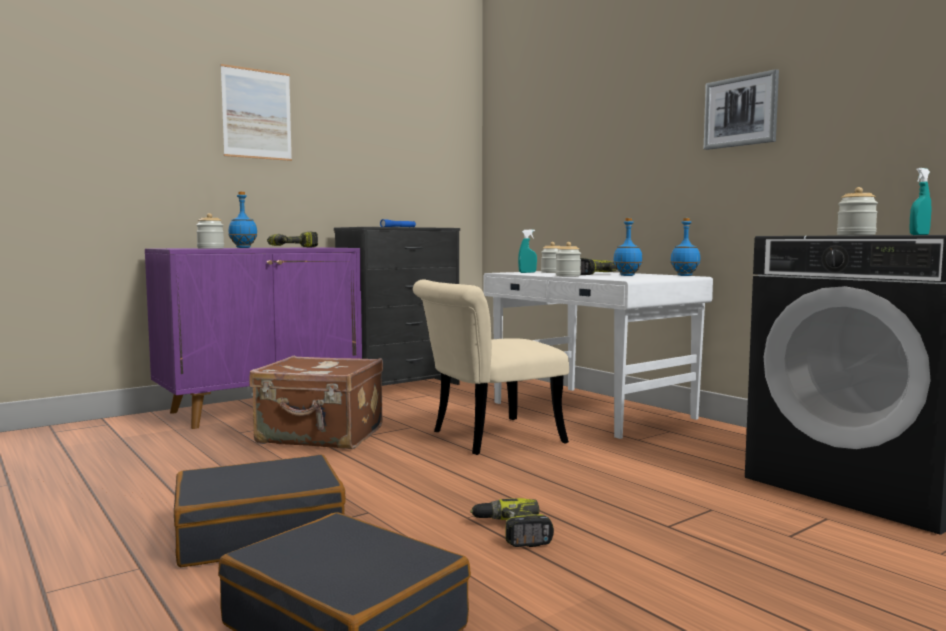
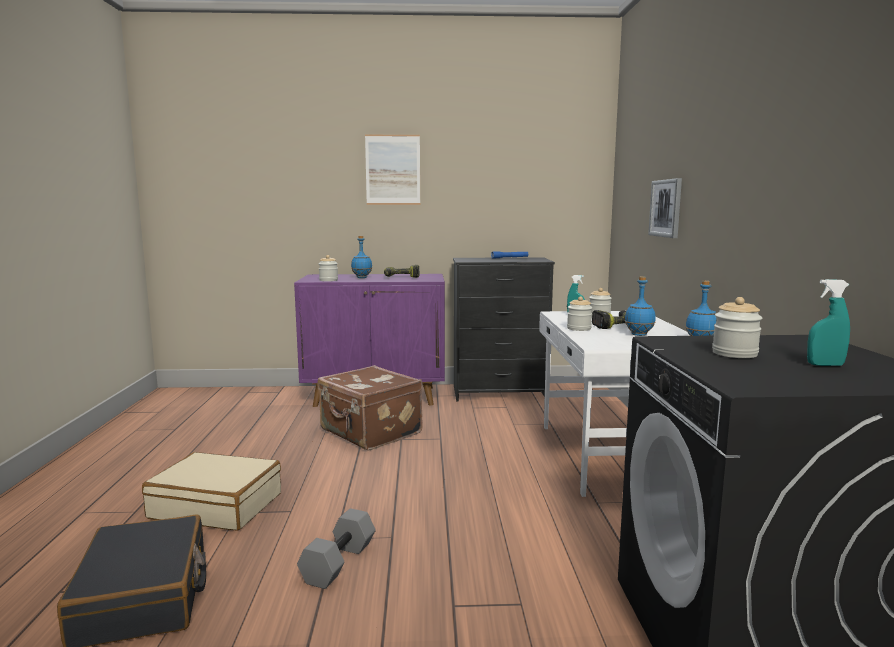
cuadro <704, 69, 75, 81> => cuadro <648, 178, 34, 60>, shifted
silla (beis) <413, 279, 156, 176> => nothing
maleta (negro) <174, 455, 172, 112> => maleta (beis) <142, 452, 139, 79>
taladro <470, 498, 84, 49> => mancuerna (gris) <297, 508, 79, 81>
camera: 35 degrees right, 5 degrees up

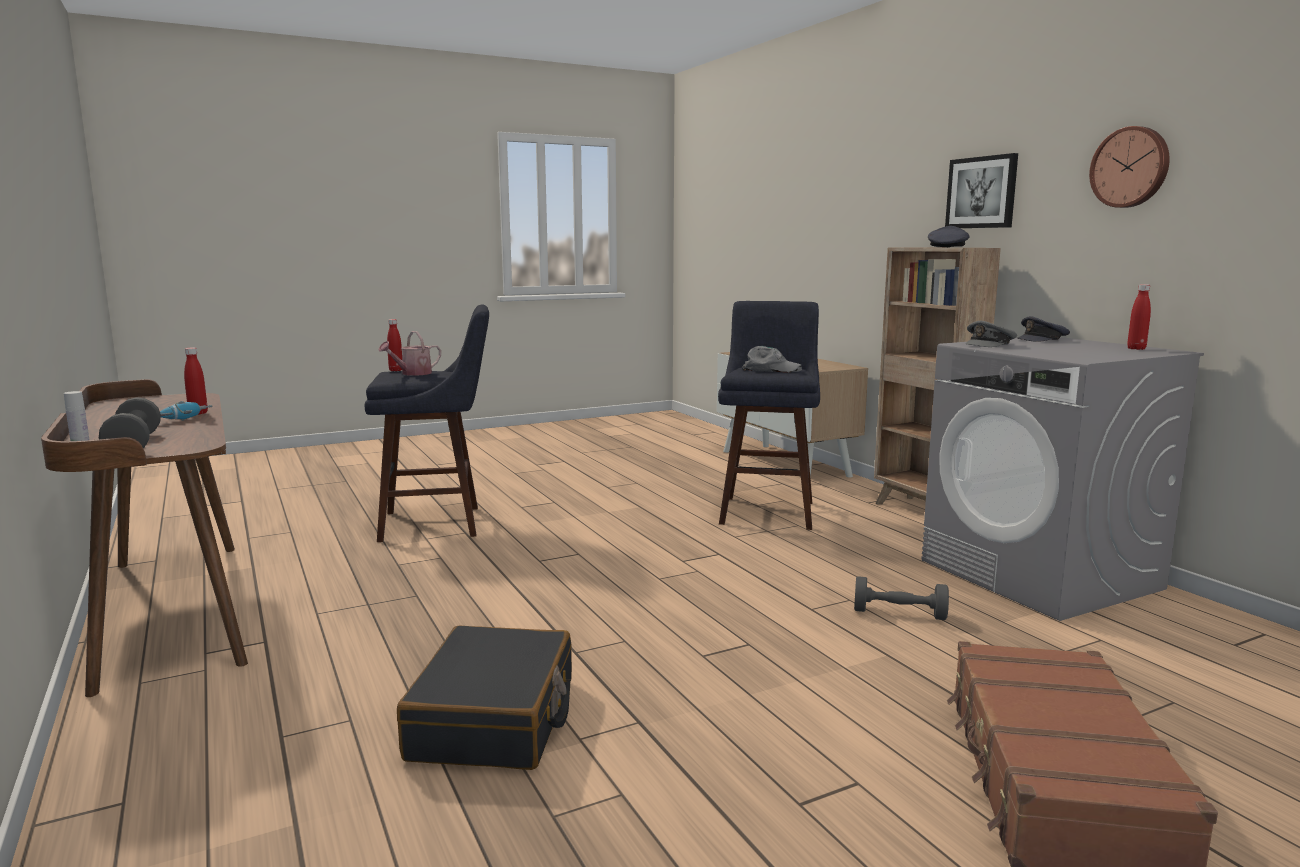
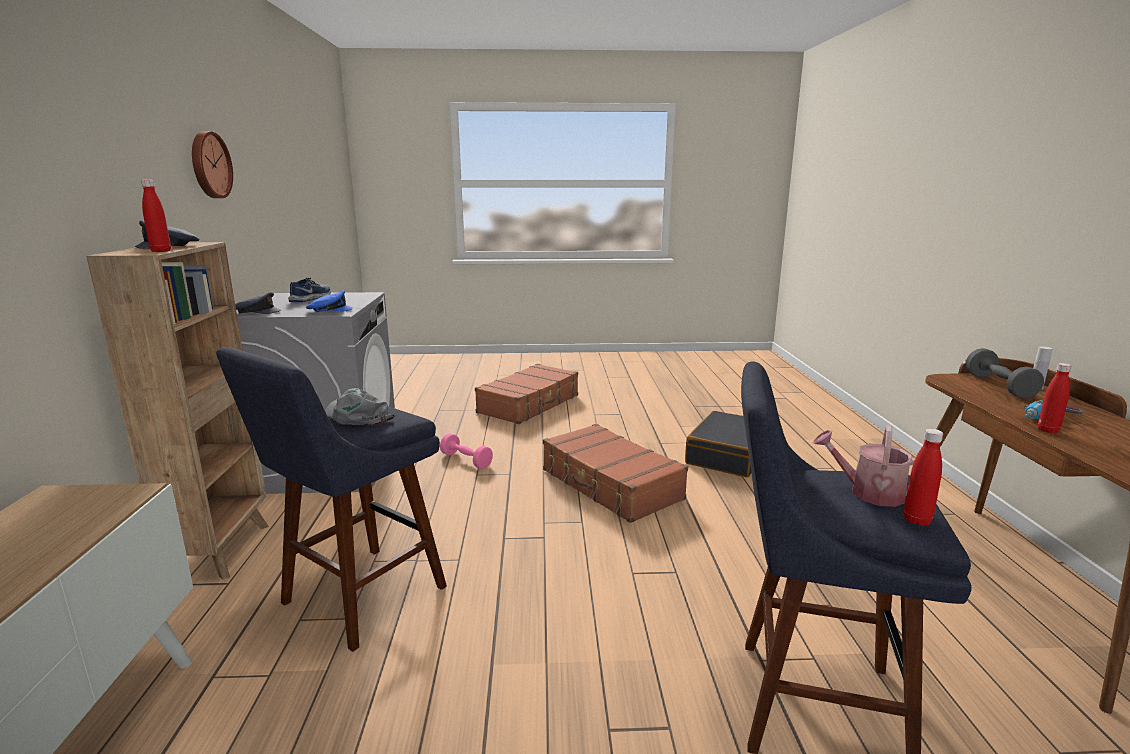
cuadro <945, 153, 73, 75> => nothing
botella (rojo) <1127, 284, 24, 66> => botella (rojo) <141, 180, 30, 72>, shifted
gorra (gris) <966, 321, 51, 26> => gorra (azul) <306, 290, 47, 22>
regadera <378, 331, 63, 45> => regadera <812, 425, 103, 82>, 135 degrees counterclockwise
mancuerna (gris) <854, 576, 95, 44> => mancuerna (rosa) <440, 433, 53, 36>
nothing => zapato (azul) <288, 278, 43, 24>
nothing => maleta (marrón) <543, 424, 145, 99>
camera: 155 degrees left, 5 degrees up

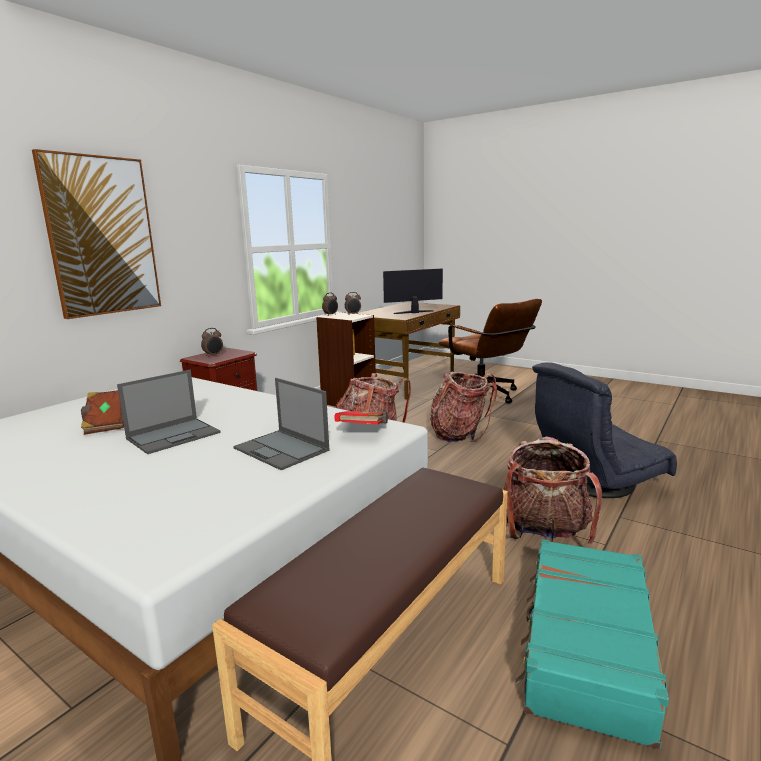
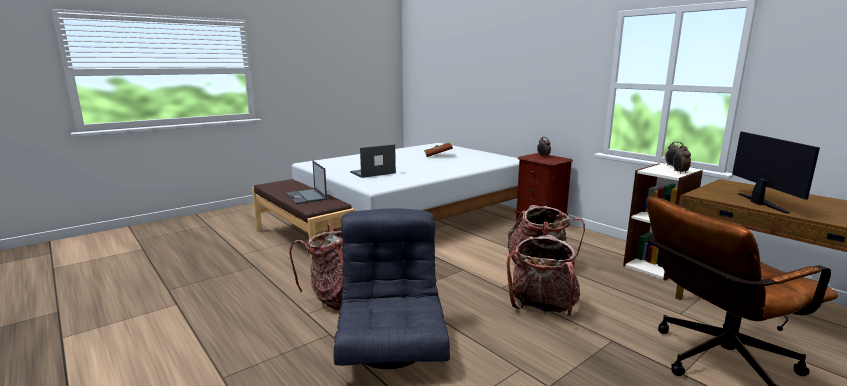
cuadro <32, 149, 129, 170> => nothing
portátil <117, 370, 103, 84> => portátil <286, 161, 41, 43>, shifted
libro (rojo) <334, 411, 55, 13> => nothing
maleta (turquesa) <515, 539, 154, 210> => nothing
camera: 105 degrees right, 0 degrees up

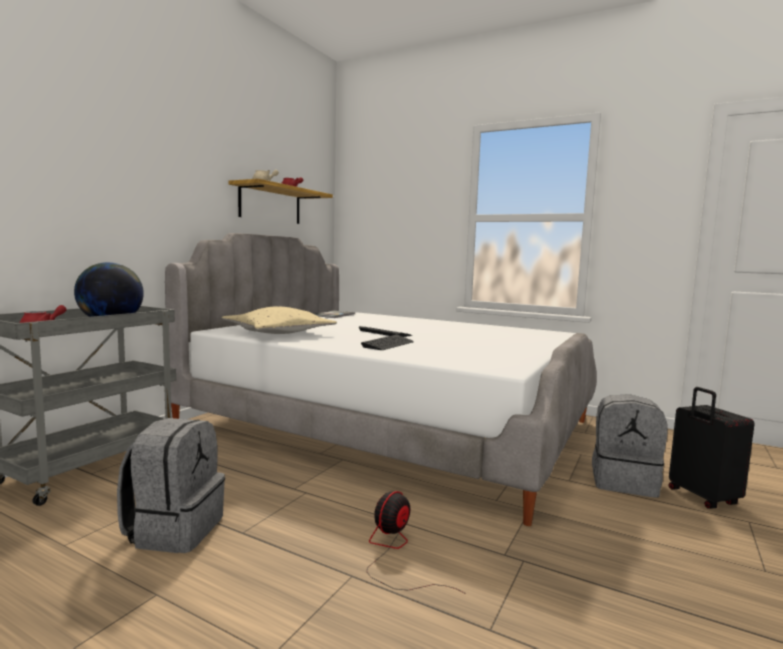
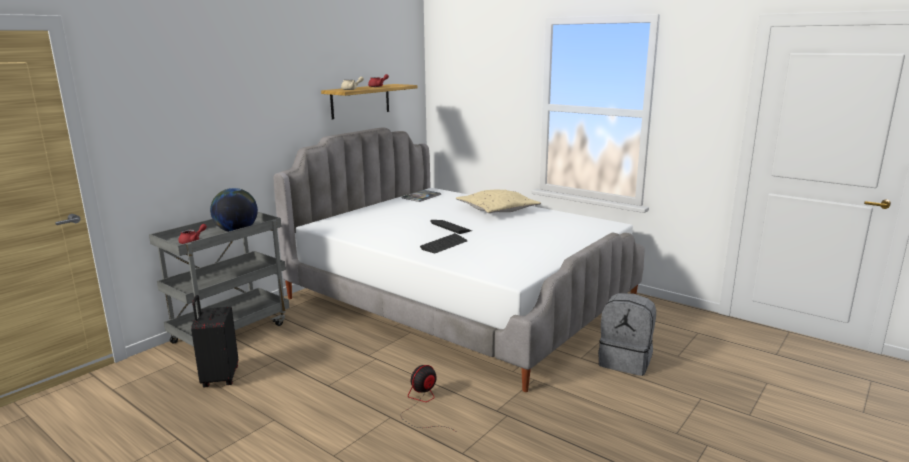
cojín (beis) <222, 306, 115, 28> => cojín (beis) <456, 190, 85, 23>, shifted
maleta (negro) <668, 387, 87, 122> => maleta (negro) <191, 295, 47, 92>, shifted
mochila (gris) <117, 418, 108, 135> => nothing
camera: 10 degrees right, 10 degrees up

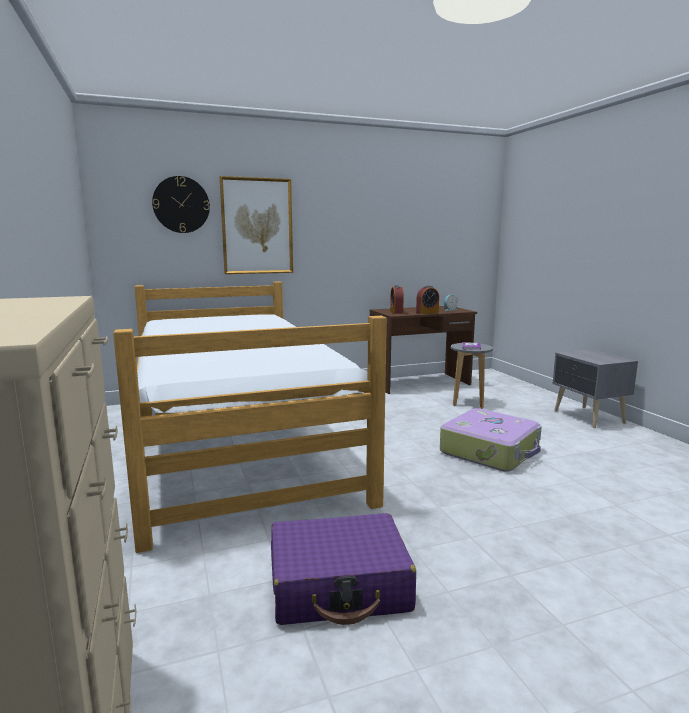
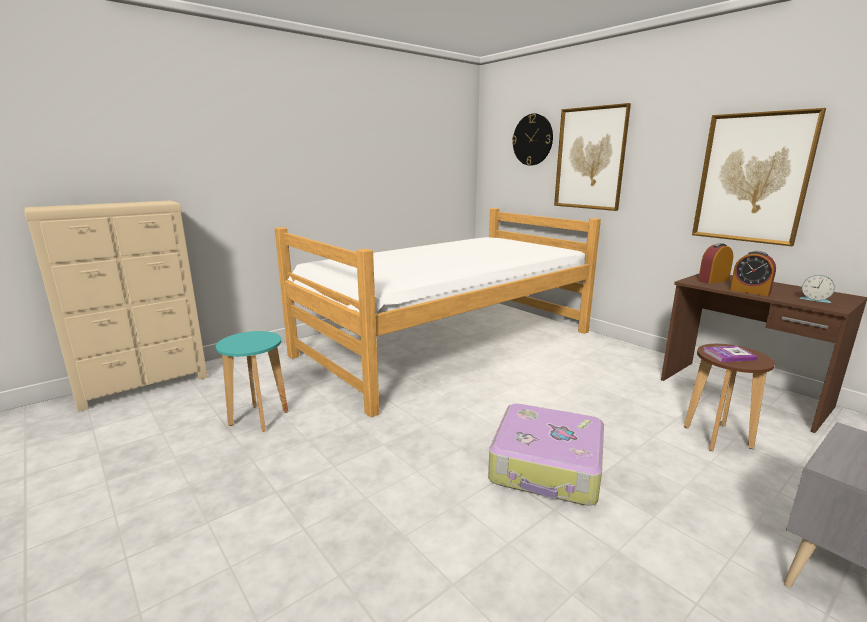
taburete (gris) <451, 343, 42, 65> => taburete (marrón) <684, 344, 91, 107>
maleta (morado) <271, 513, 145, 112> => taburete (turquesa) <216, 331, 72, 101>
nothing => cuadro <692, 108, 134, 138>
camera: 70 degrees right, 5 degrees up

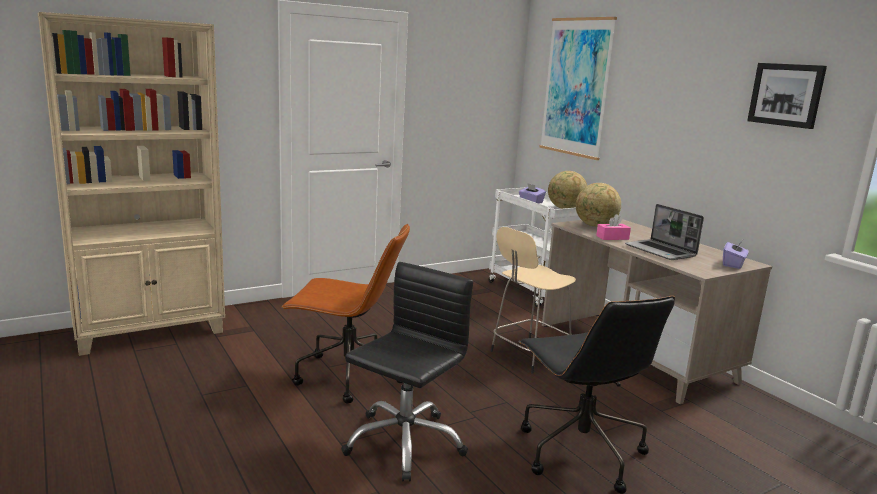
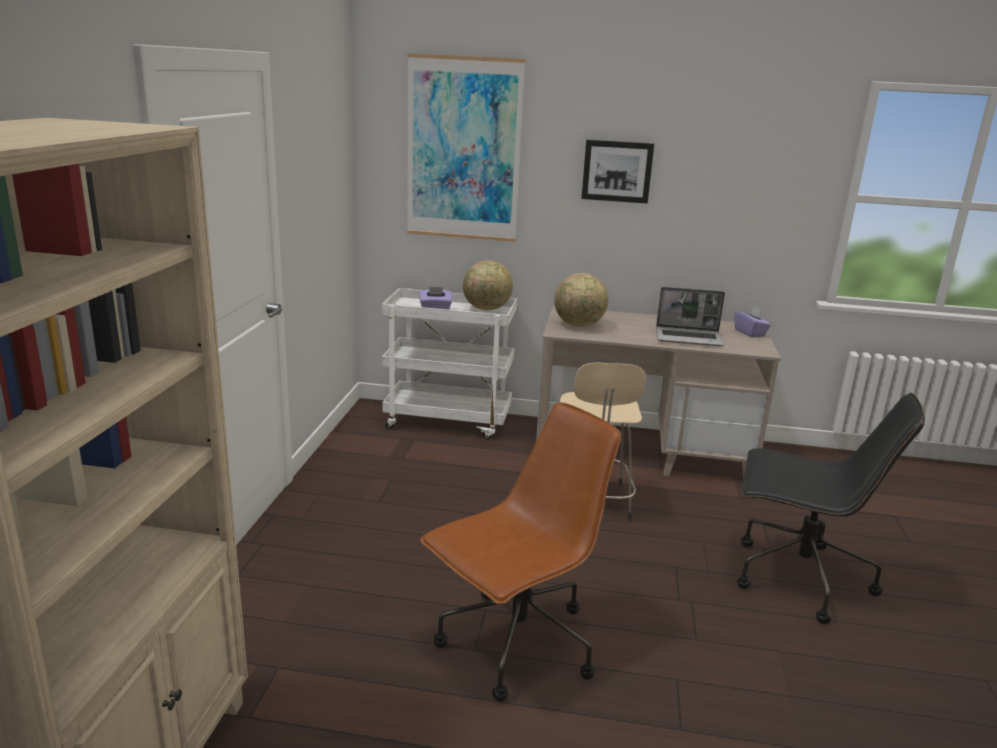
cuadro <747, 63, 80, 66> => cuadro <581, 140, 73, 64>, shifted
caja de pañuelos (rosa) <596, 214, 35, 26> => nothing
silla de oficina (negro) <341, 262, 132, 219> => nothing
camera: 50 degrees left, 5 degrees up

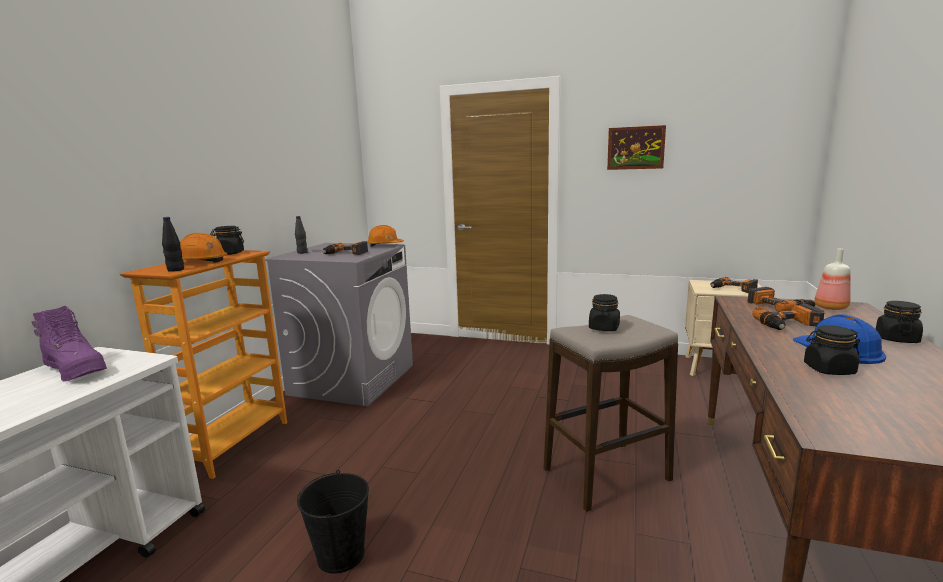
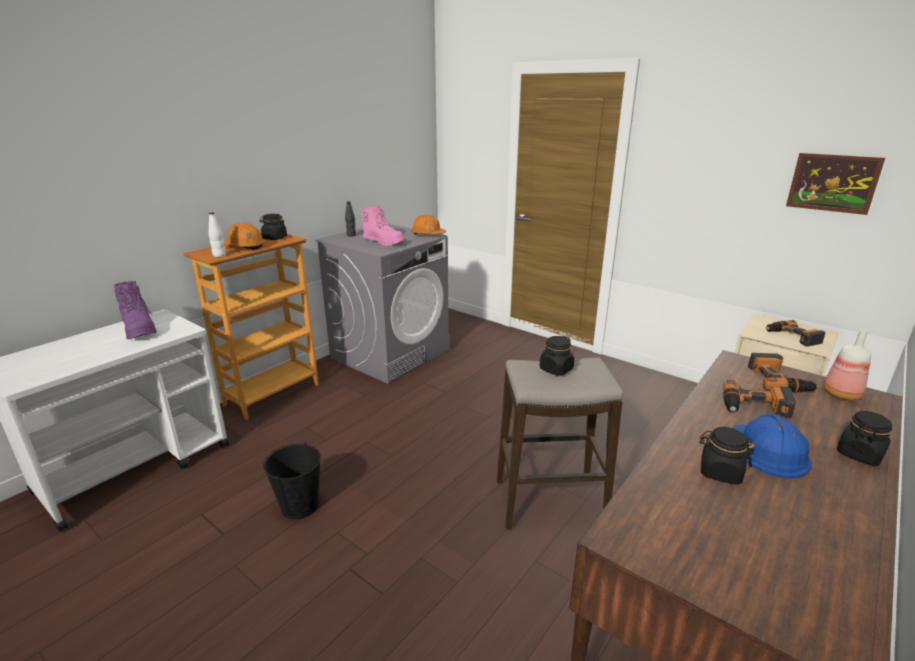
cuadro <607, 125, 59, 45> => cuadro <786, 153, 99, 62>, shifted
botella (negro) <162, 217, 22, 55> => botella (blanco) <208, 212, 18, 45>
taladro <323, 241, 45, 14> => bota (rosa) <361, 205, 43, 41>
camera: 20 degrees right, 10 degrees up

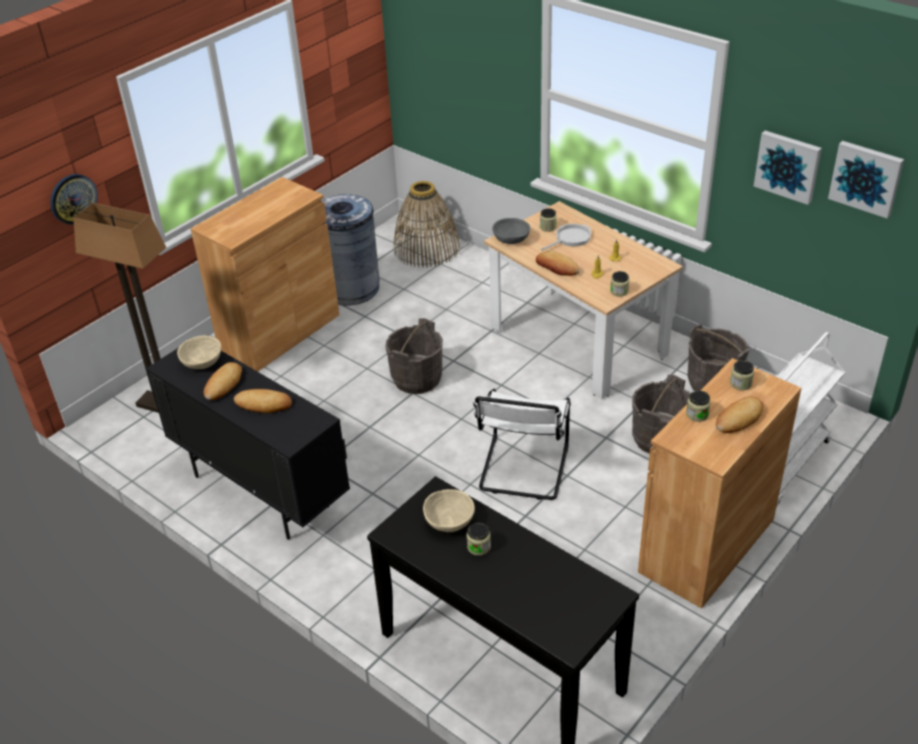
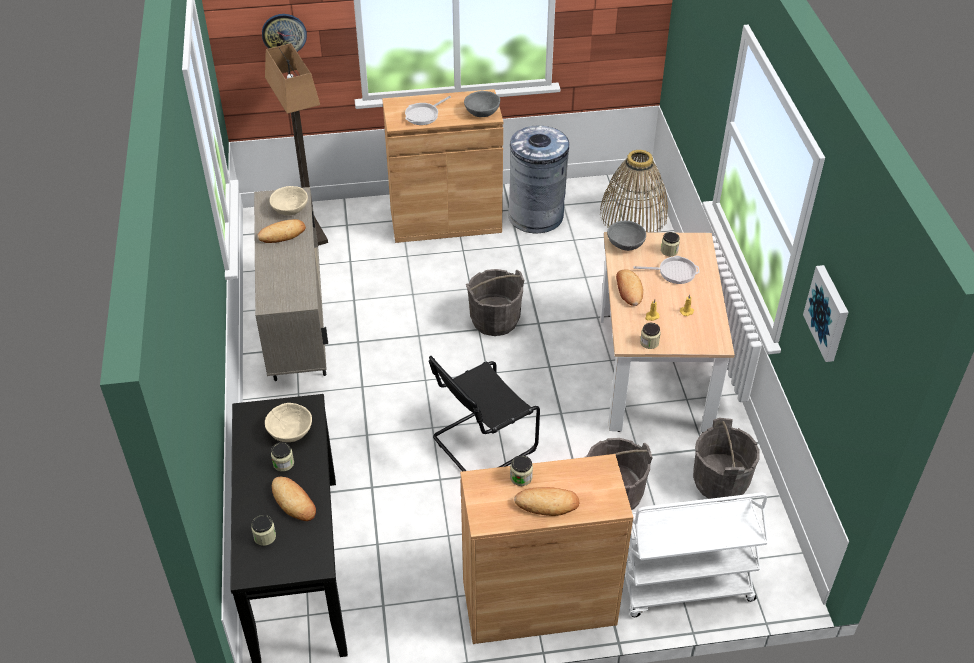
cuadro <828, 141, 76, 77> => nothing
armario (negro) <146, 348, 204, 192> => armario (beis) <254, 187, 74, 194>
tarro <730, 360, 24, 31> => tarro <251, 515, 25, 31>, shifted
pan <234, 389, 58, 24> => pan <272, 477, 44, 44>, shifted
silla (blanco) <473, 389, 98, 111> => silla (negro) <429, 356, 111, 115>
nothing => cuenco (gris) <464, 91, 36, 26>
nothing => sartén <405, 96, 46, 29>
camera: 40 degrees right, 5 degrees up

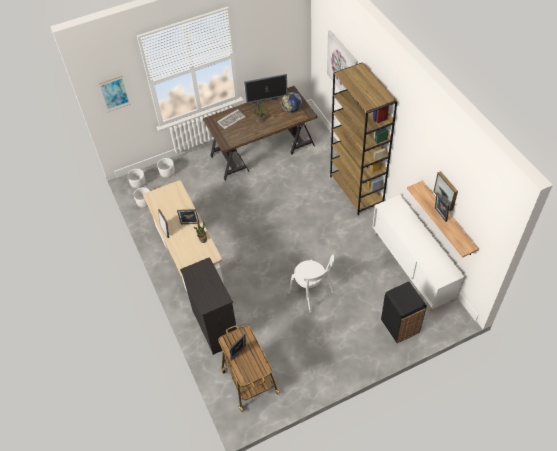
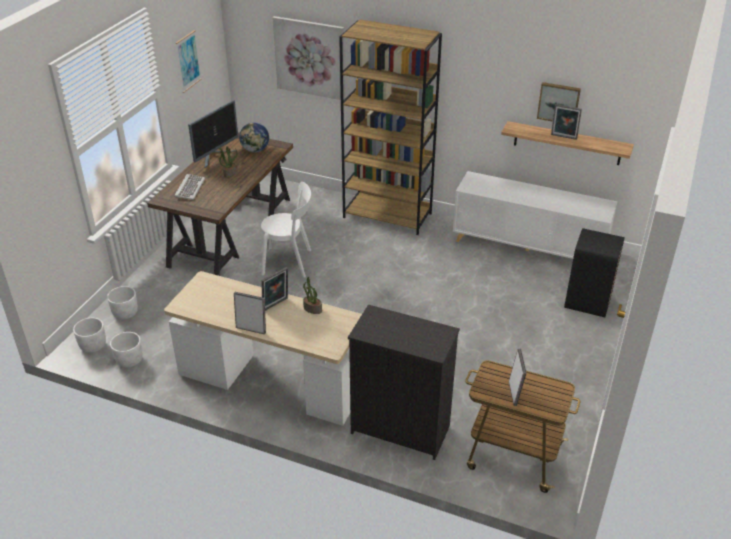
cuadro <98, 76, 33, 36> => cuadro <176, 30, 26, 63>, shifted
silla (blanco) <288, 255, 46, 58> => silla (blanco) <261, 182, 50, 96>, shifted
camera: 45 degrees left, 15 degrees down

